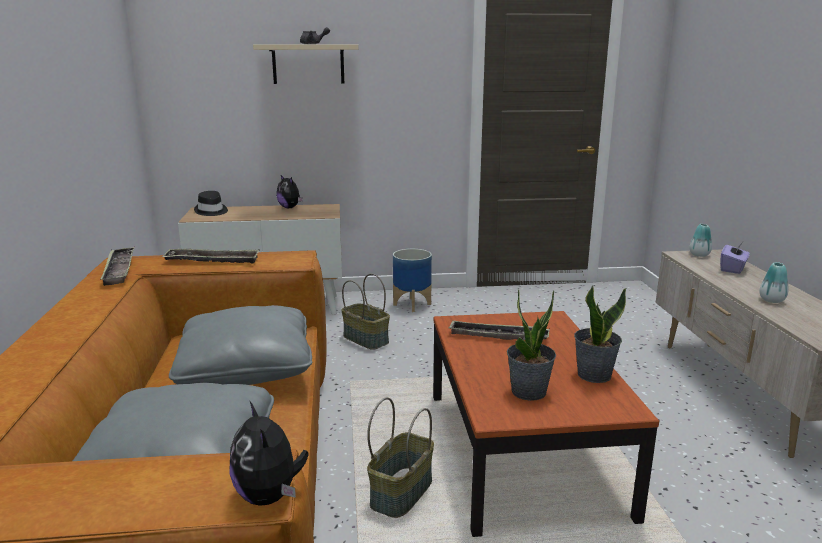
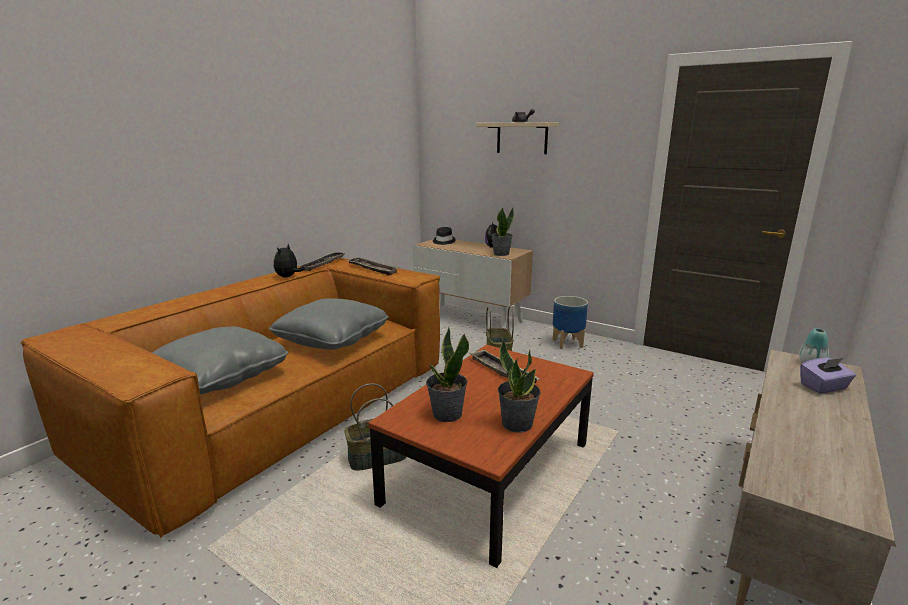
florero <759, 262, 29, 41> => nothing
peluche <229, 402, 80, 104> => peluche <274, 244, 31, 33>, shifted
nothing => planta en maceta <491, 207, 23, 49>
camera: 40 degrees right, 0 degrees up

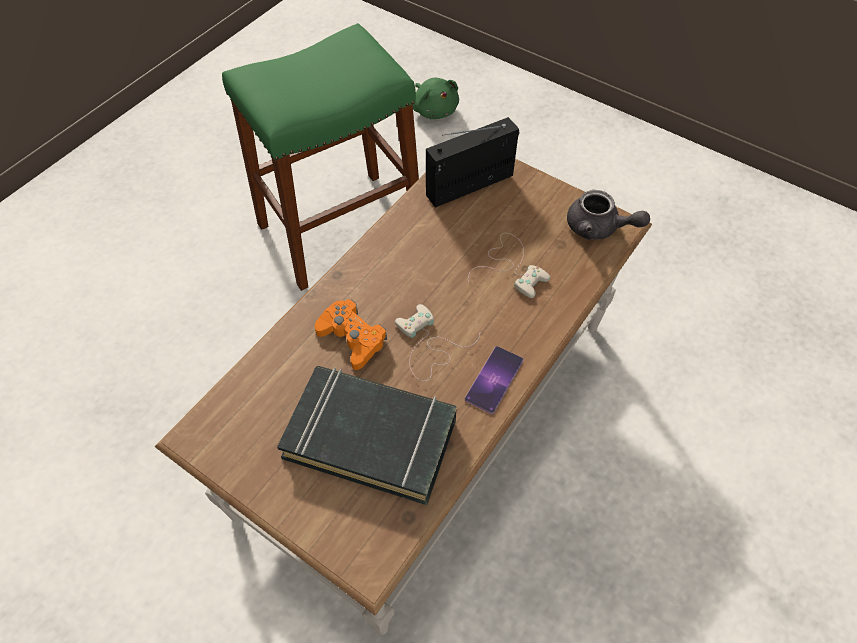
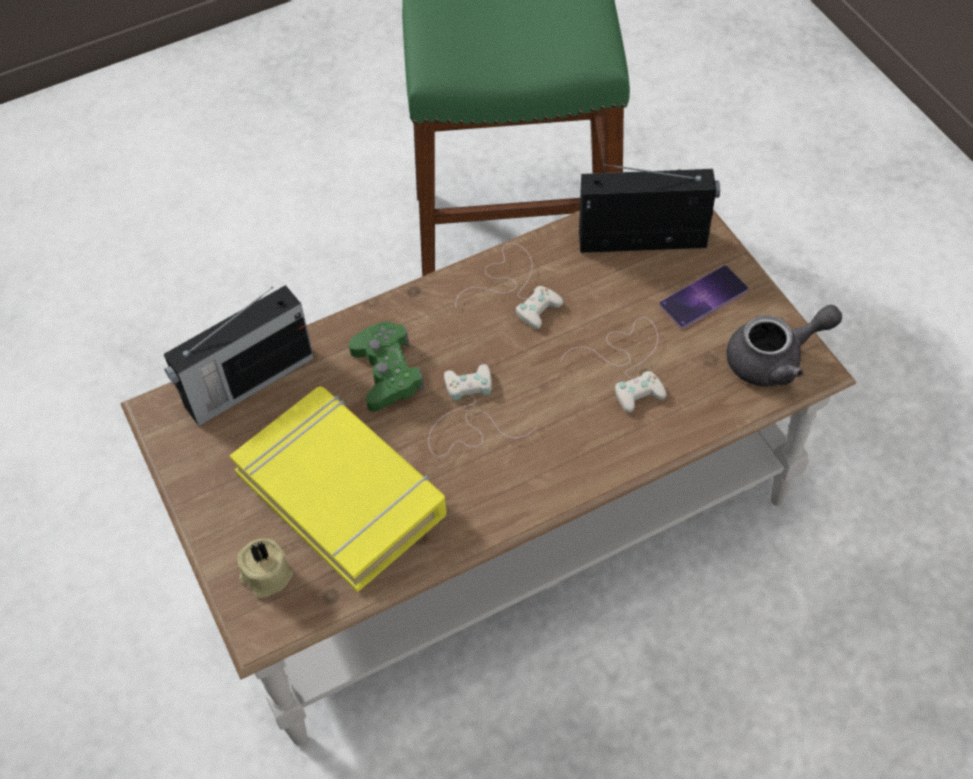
peluche (verde) <413, 78, 46, 41> => nothing
tetera (gris) <567, 190, 83, 50> => tetera (gris) <726, 305, 116, 81>, 75 degrees counterclockwise
mando de consola (naranja) <315, 299, 72, 71> => mando de consola (verde) <349, 322, 76, 89>
móvil <465, 346, 59, 68> => móvil <659, 265, 89, 64>, shifted
libro (negro) <277, 366, 180, 139> => libro (amarillo) <229, 386, 217, 206>
nothing => mando de consola (blanco) <455, 243, 108, 86>
nothing => radio <164, 285, 150, 141>
nothing => vela (beis) <237, 539, 56, 59>
camera: 30 degrees right, 0 degrees up

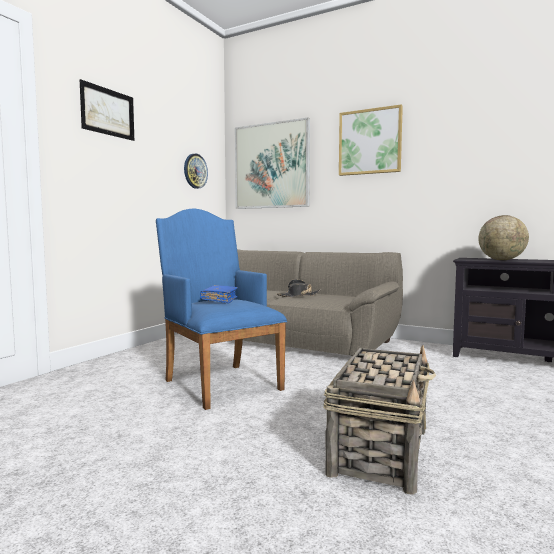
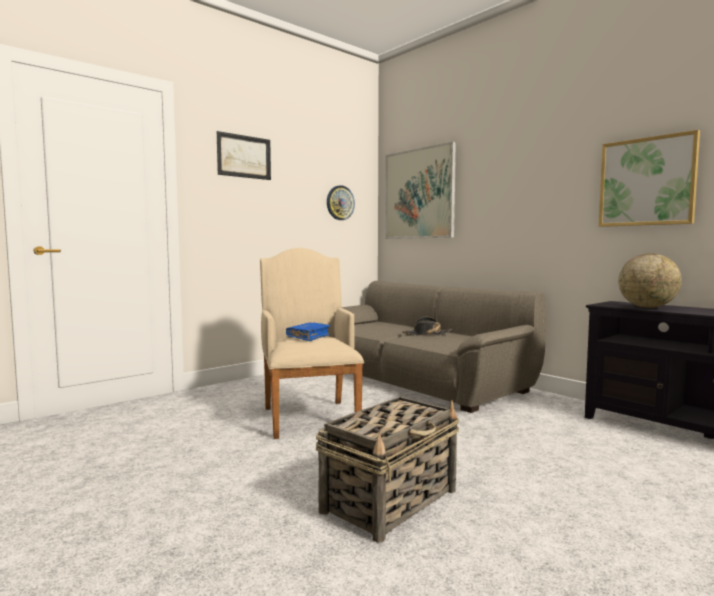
cuadro <339, 104, 64, 72> => cuadro <599, 130, 101, 97>, shifted
sillón (azul) <156, 208, 131, 202> => sillón (beis) <260, 248, 104, 191>
camera: 20 degrees right, 0 degrees up

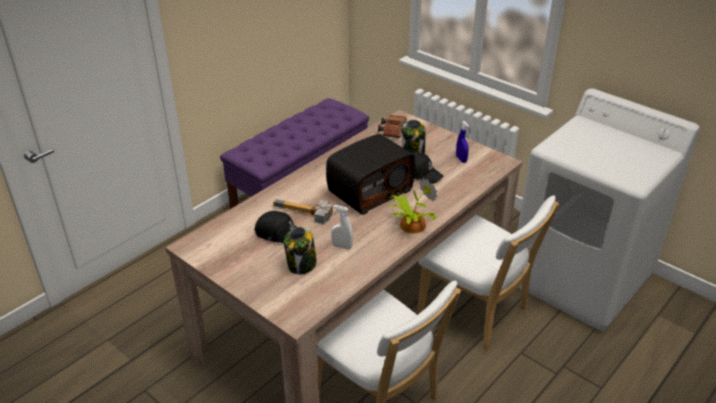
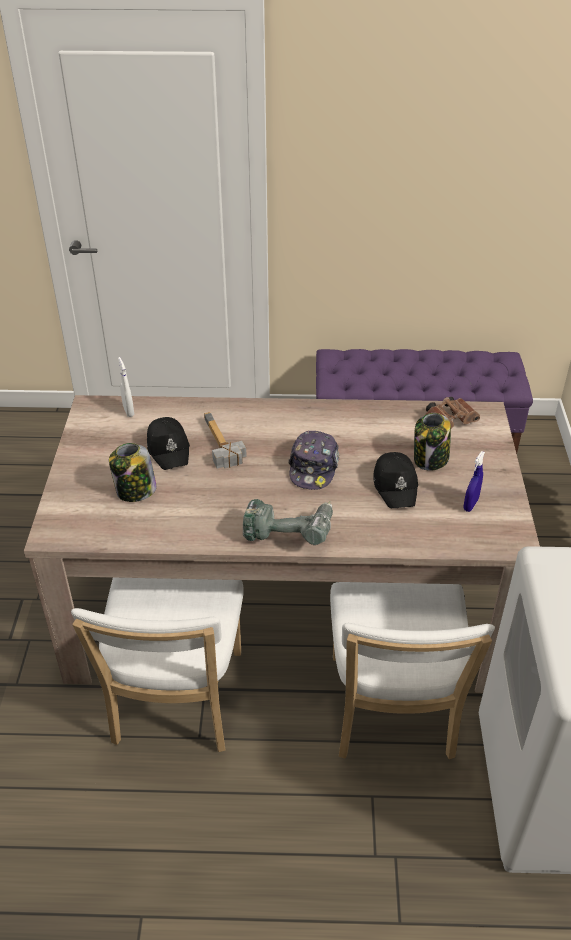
radio <326, 134, 89, 80> => gorra <289, 431, 50, 59>
planta en maceta <390, 178, 48, 55> => taladro <243, 499, 90, 46>
pulverizador (blanco) <331, 205, 22, 45> => pulverizador (blanco) <118, 357, 16, 60>, shifted
camera: 50 degrees right, 5 degrees up

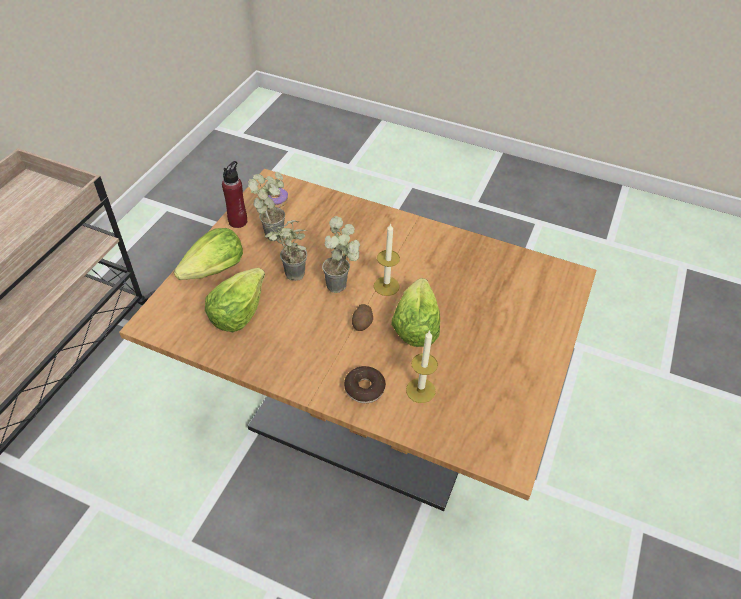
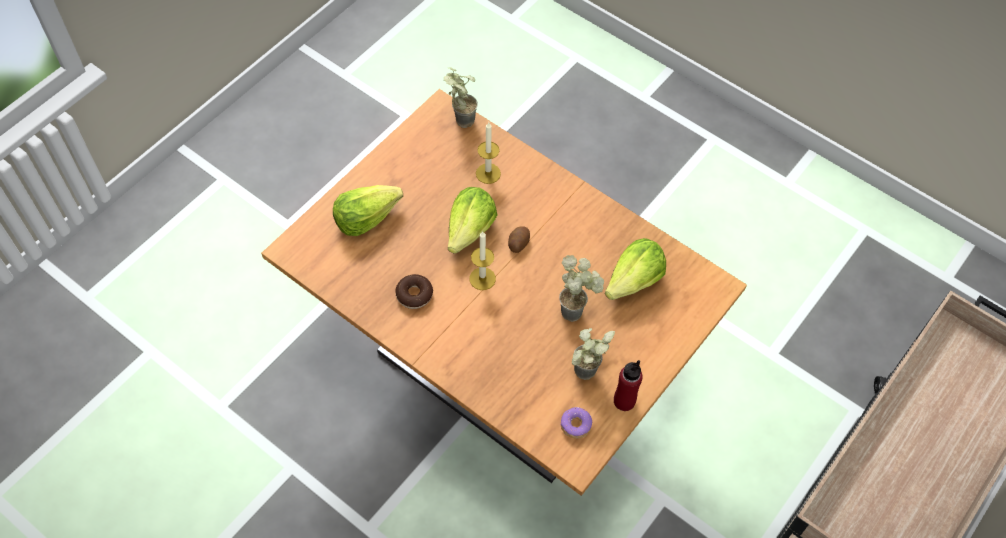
planta en maceta <322, 216, 38, 77> => planta en maceta <444, 67, 34, 61>, shifted
lechuga <174, 228, 69, 52> => lechuga <333, 185, 70, 51>, shifted
rosquilla <344, 366, 42, 37> => rosquilla <395, 274, 38, 35>, shifted
camera: 165 degrees left, 10 degrees up

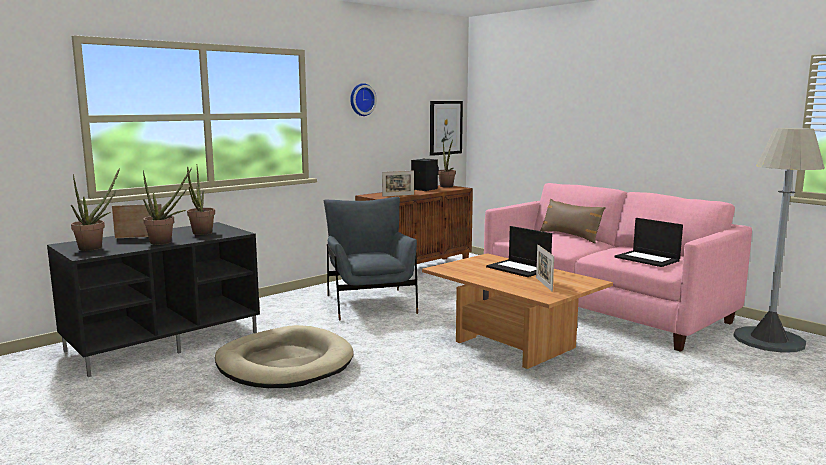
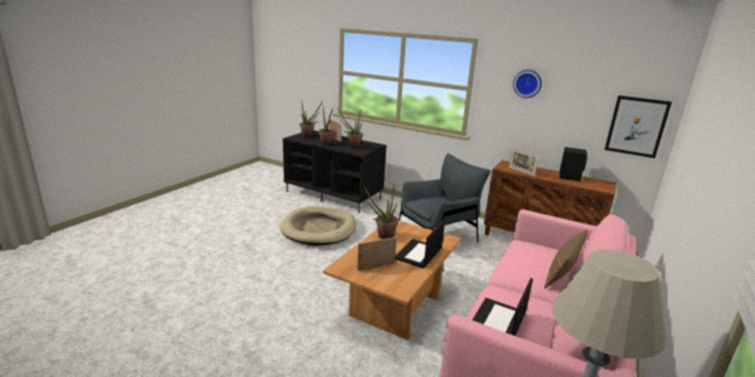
planta en maceta <438, 140, 18, 48> => planta en maceta <364, 182, 34, 57>, shifted
camera: 70 degrees right, 10 degrees up

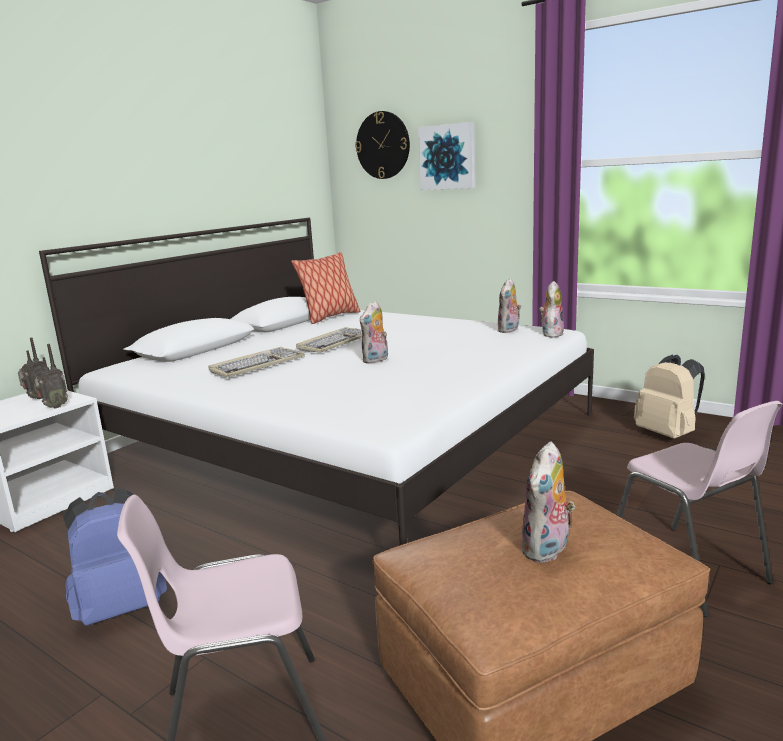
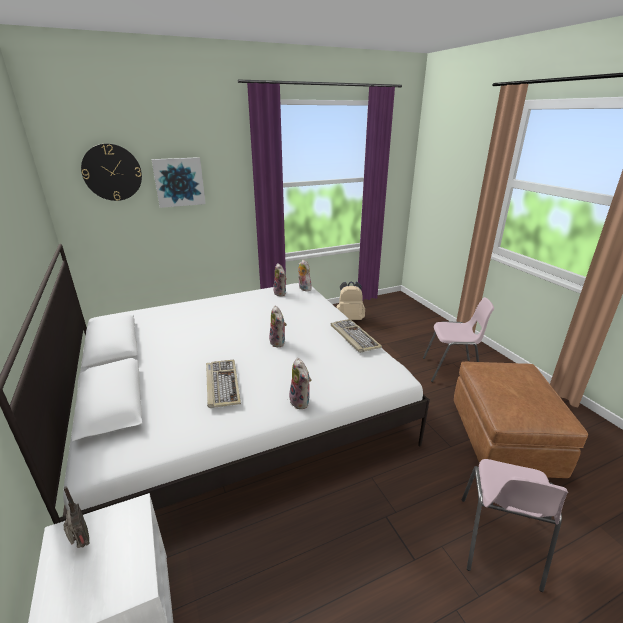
cojín <291, 252, 69, 72> => nothing
teclado <296, 327, 66, 26> => teclado <331, 319, 51, 34>, shifted
radio <34, 344, 34, 65> => nothing
peluche <521, 441, 54, 122> => peluche <289, 358, 23, 51>, shifted
mochila (azul) <63, 488, 104, 138> => nothing
camera: 60 degrees left, 10 degrees up

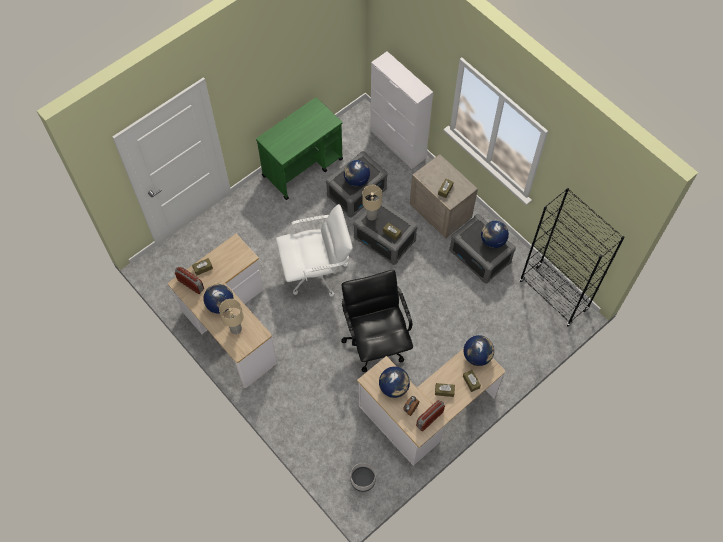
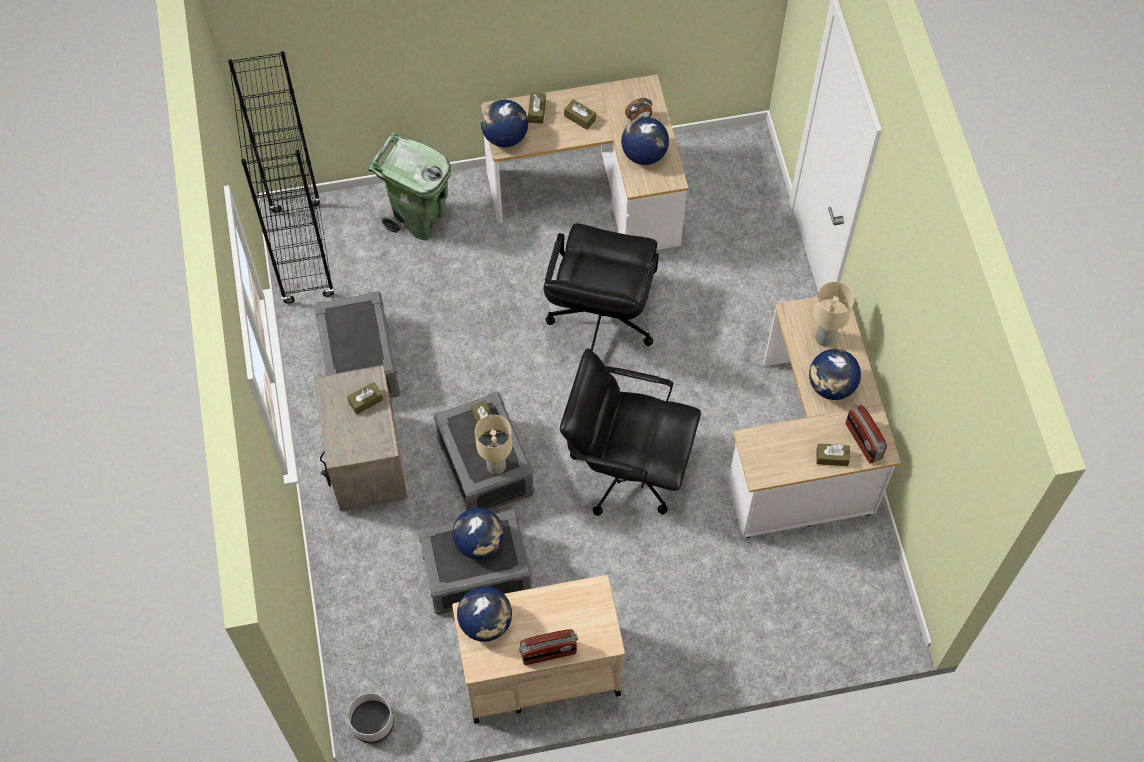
armario (blanco) <370, 51, 63, 118> => nothing
carrito (verde) <256, 97, 87, 103> => carrito (beis) <452, 575, 173, 149>
silla de oficina (blanco) <276, 204, 77, 93> => silla de oficina (negro) <560, 349, 141, 167>
globo terráqueo <481, 221, 28, 27> => globo terráqueo <457, 586, 55, 56>, shifted
radio <416, 400, 29, 31> => radio <519, 629, 59, 36>, shifted
maceta (gris) <351, 463, 25, 29> => maceta (gris) <347, 693, 47, 51>, shifted
nothing => papelera (verde) <368, 132, 83, 108>
camera: 150 degrees left, 0 degrees up

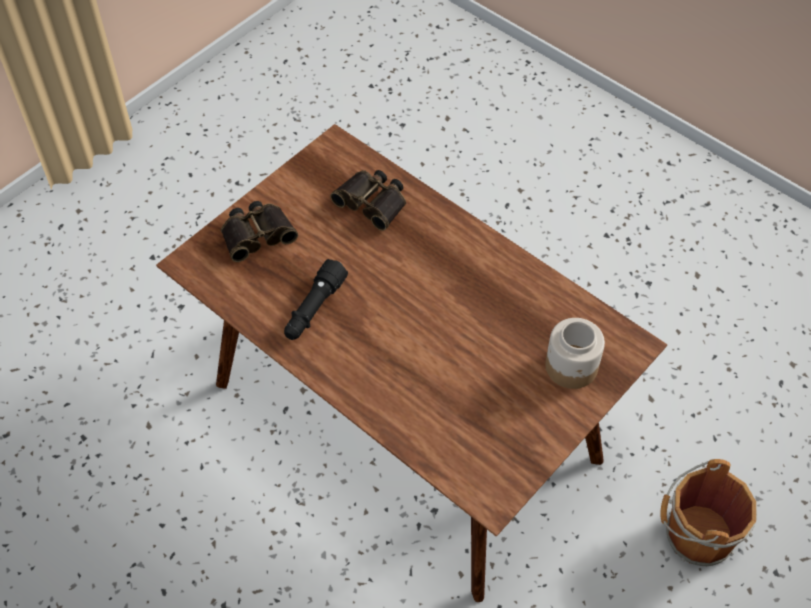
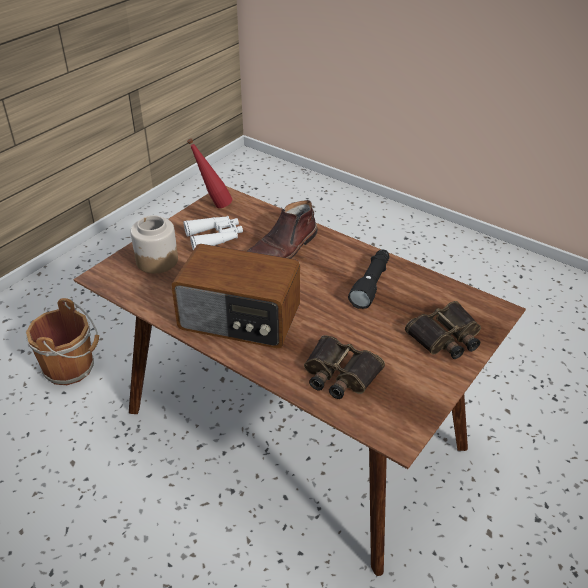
nothing => botella (rojo) <187, 138, 45, 70>
nothing => bota (marrón) <248, 200, 70, 59>
nothing => prismáticos (blanco) <183, 216, 60, 34>
nothing => radio <171, 244, 129, 104>
camera: 175 degrees right, 15 degrees down

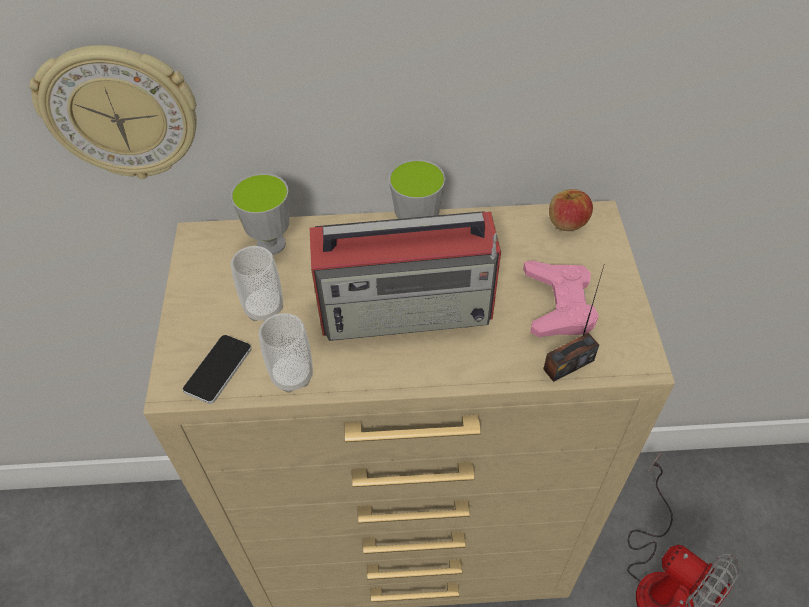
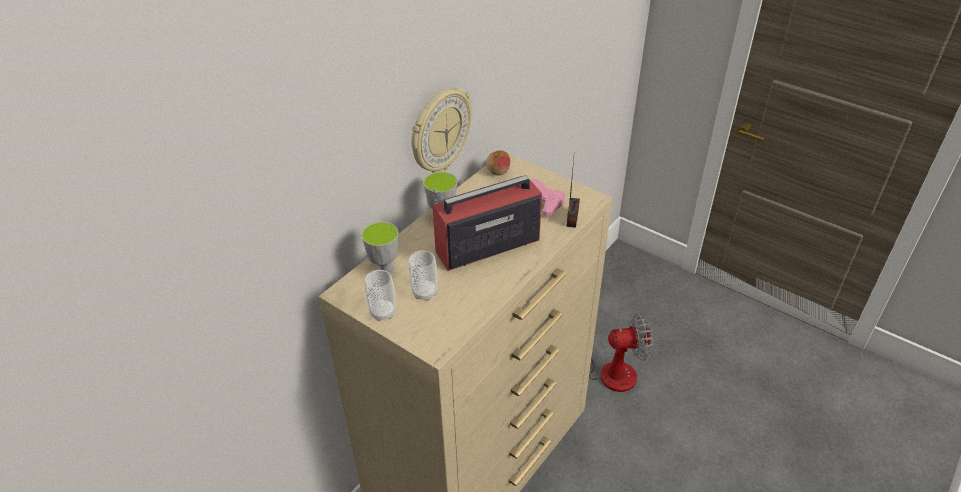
reloj de pared <29, 45, 168, 134> => reloj de pared <412, 87, 60, 86>, shifted
radio <310, 211, 191, 130> => radio <432, 175, 110, 96>, 150 degrees counterclockwise
taza <259, 313, 54, 80> => taza <365, 270, 31, 51>, shifted
móvil <183, 335, 68, 69> => nothing
camera: 50 degrees left, 10 degrees down

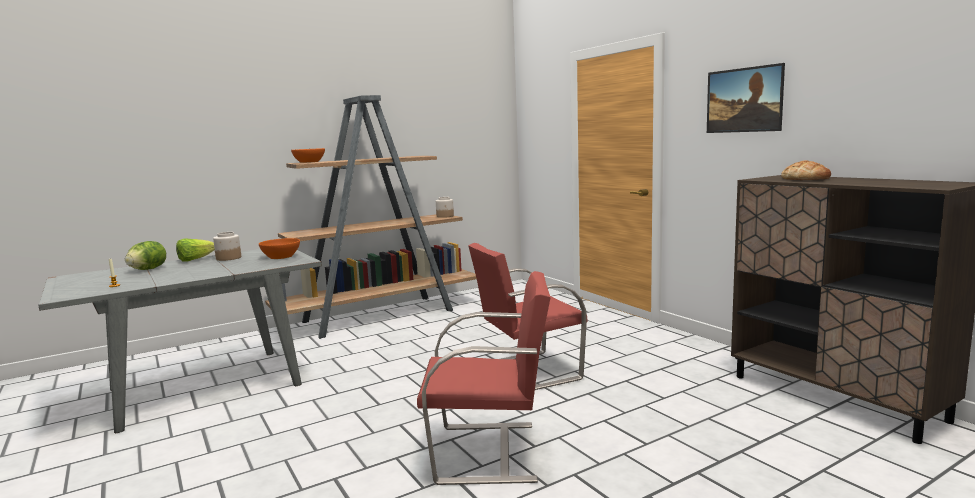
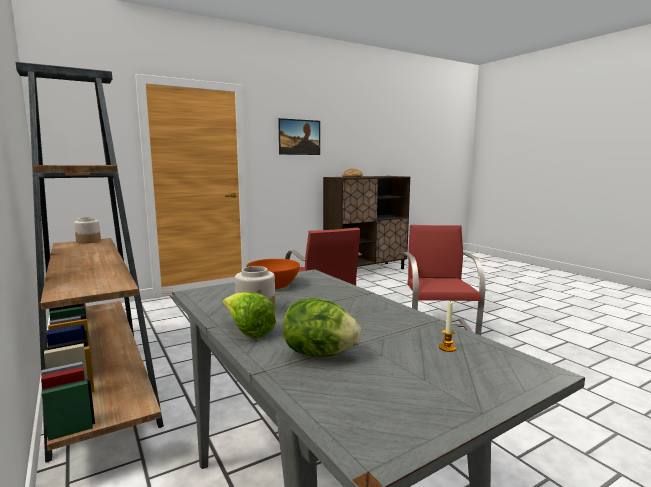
cuenco (naranja) <291, 148, 34, 15> => nothing
camera: 90 degrees left, 0 degrees up

